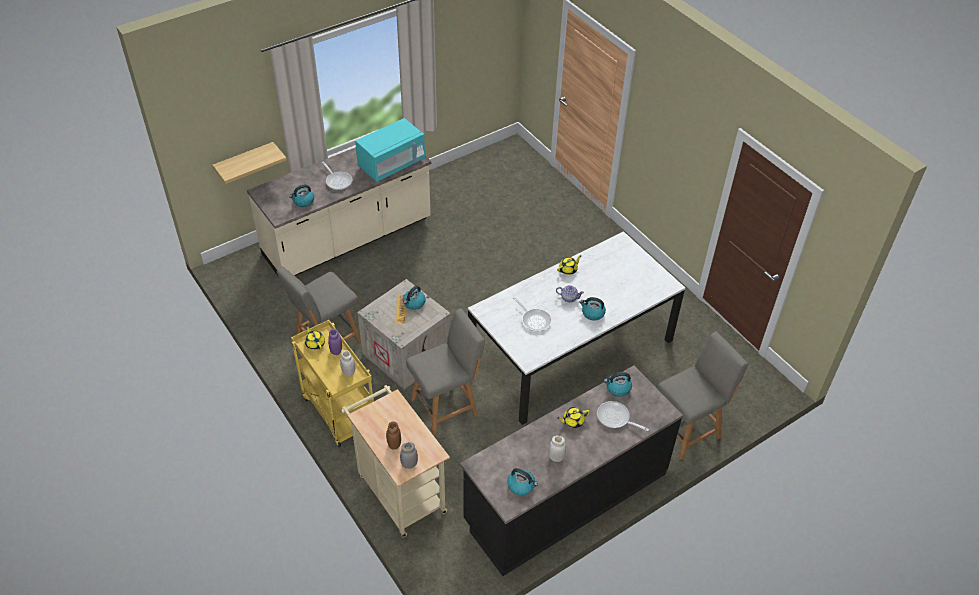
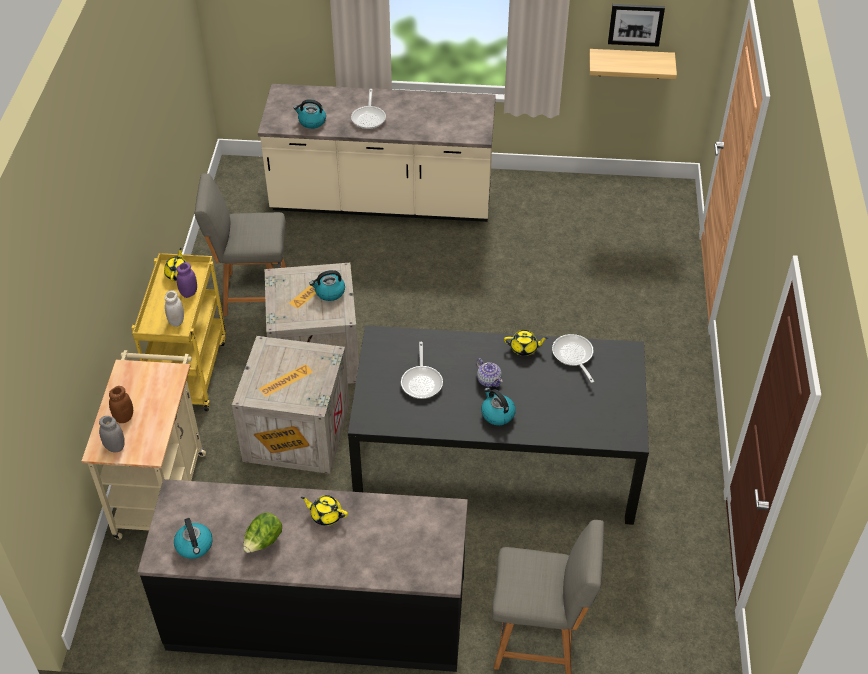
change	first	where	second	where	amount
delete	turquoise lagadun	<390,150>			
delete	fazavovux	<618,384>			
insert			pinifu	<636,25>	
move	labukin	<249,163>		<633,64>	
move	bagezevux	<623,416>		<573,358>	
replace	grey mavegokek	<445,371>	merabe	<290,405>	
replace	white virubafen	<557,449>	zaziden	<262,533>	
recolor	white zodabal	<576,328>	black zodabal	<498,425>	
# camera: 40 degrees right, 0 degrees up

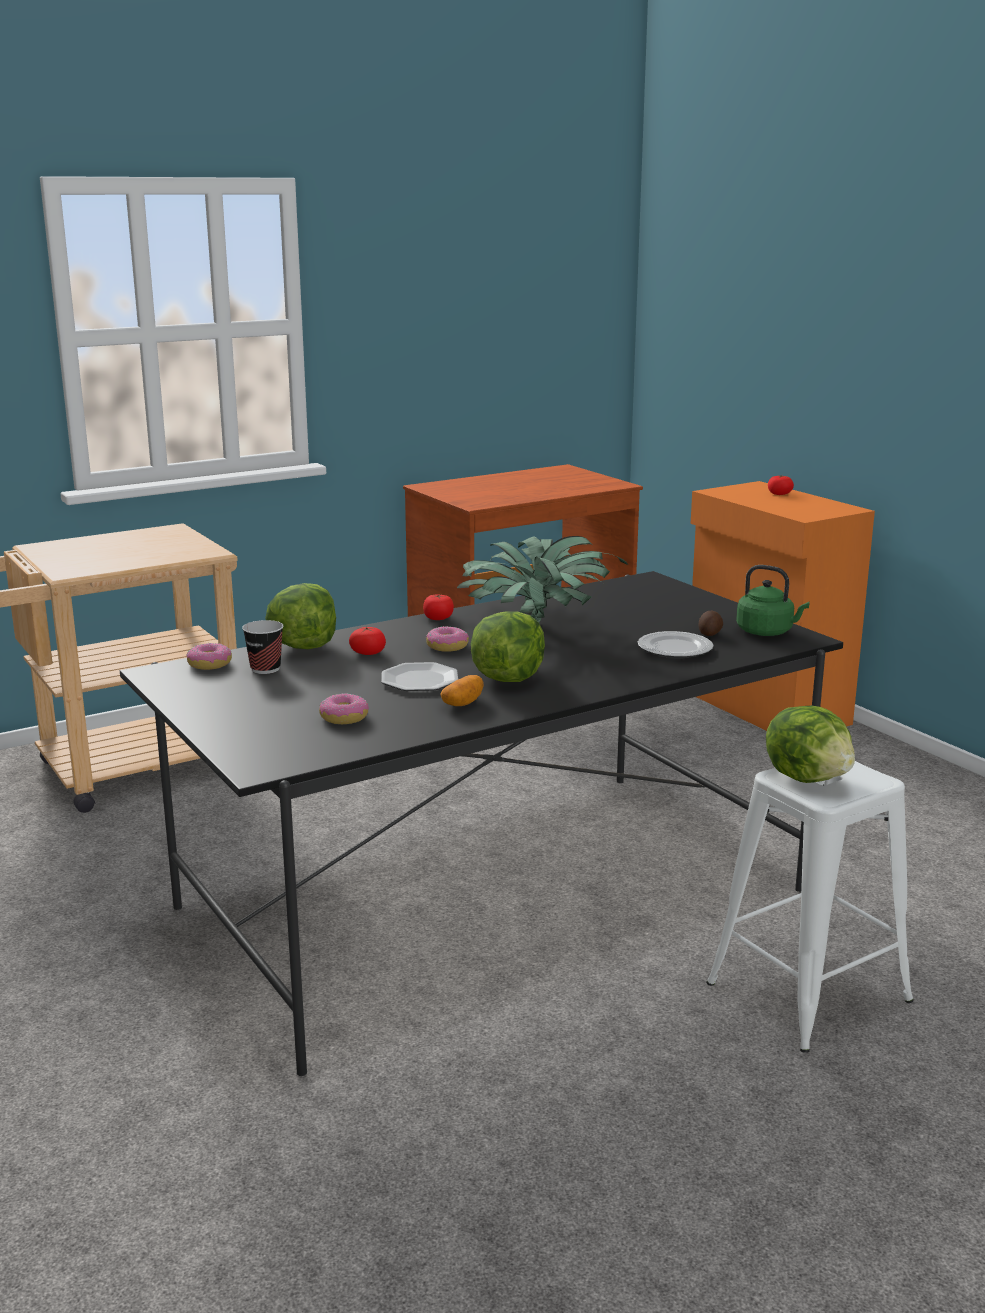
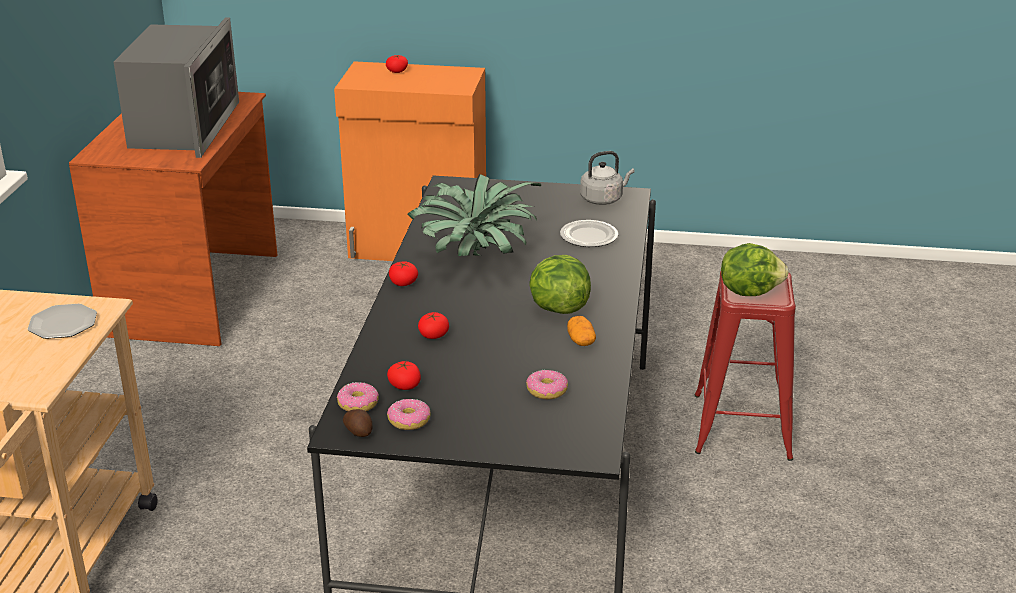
change	first	where	second	where	amount
delete	zaziden	<300,616>			
insert			lagadun	<176,87>	
move	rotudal	<419,676>		<62,321>	
move	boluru	<447,639>		<409,414>	
move	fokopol	<711,623>		<357,423>	
replace	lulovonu	<263,647>	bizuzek	<404,375>	
recolor	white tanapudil	<810,907>	red tanapudil	<745,366>	
recolor	green fazavovux	<773,600>	grey fazavovux	<607,178>	
# camera: 50 degrees left, 10 degrees up

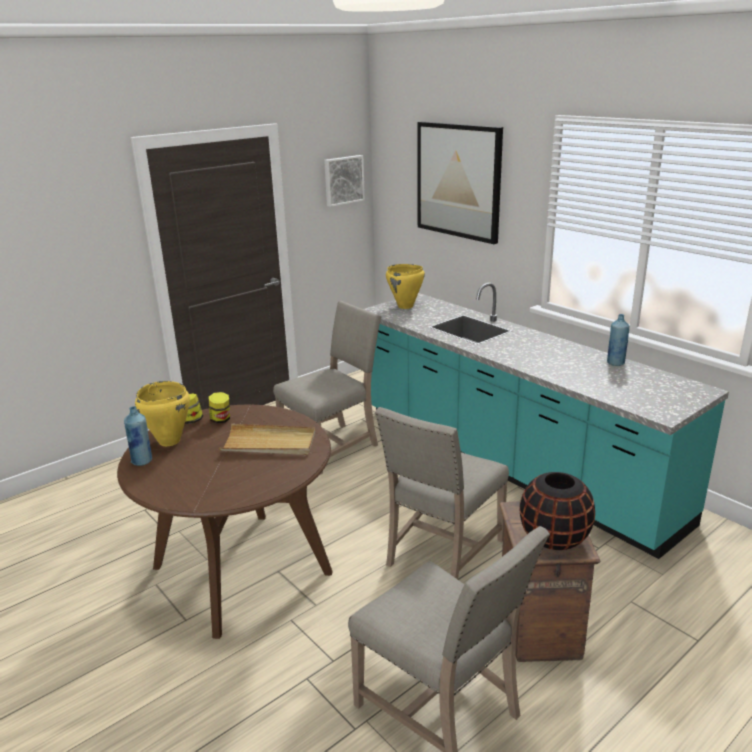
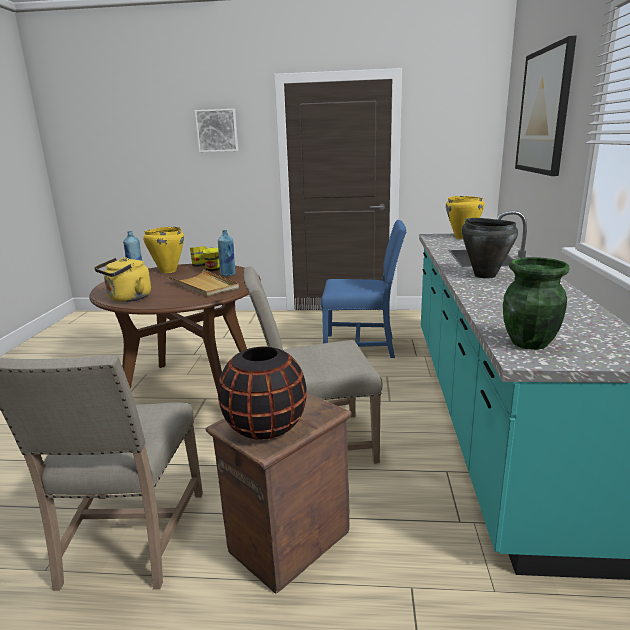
change	first	where	second	where	amount
insert			yellow fazavovux	<122,279>	
insert			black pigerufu	<490,248>	
insert			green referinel	<536,303>	
move	pinifu	<344,181>		<216,130>	
move	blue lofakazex	<618,340>		<226,253>	
recolor	beige mavegokek	<327,387>	blue mavegokek	<363,289>	
# camera: 45 degrees right, 5 degrees down

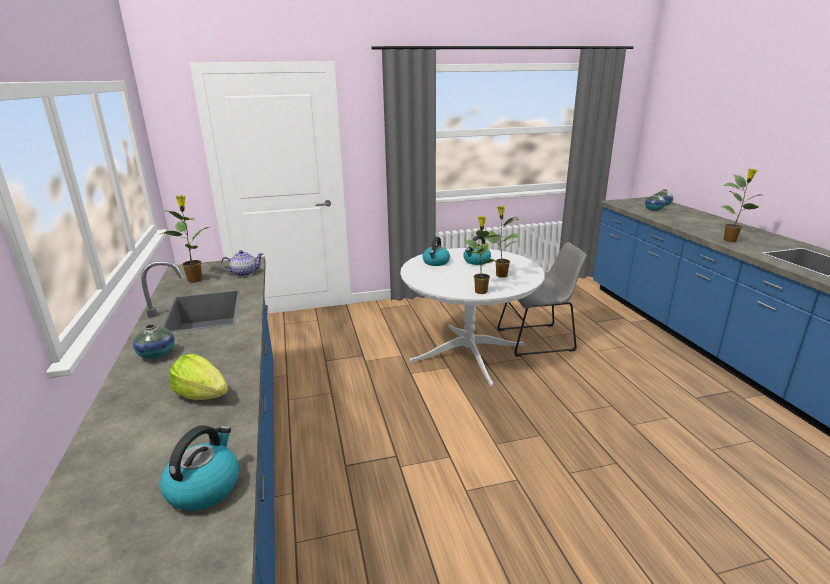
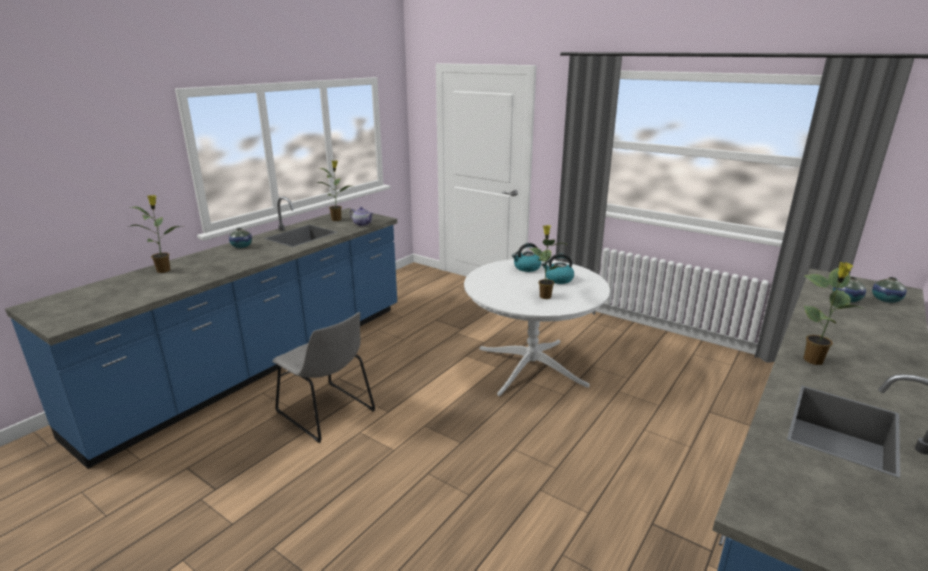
change	first	where	second	where	amount
delete	fazavovux	<199,468>			
delete	zaziden	<198,377>			
move	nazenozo	<484,255>		<157,234>	
move	grey mavegokek	<542,299>		<323,377>	
# camera: 50 degrees right, 0 degrees up

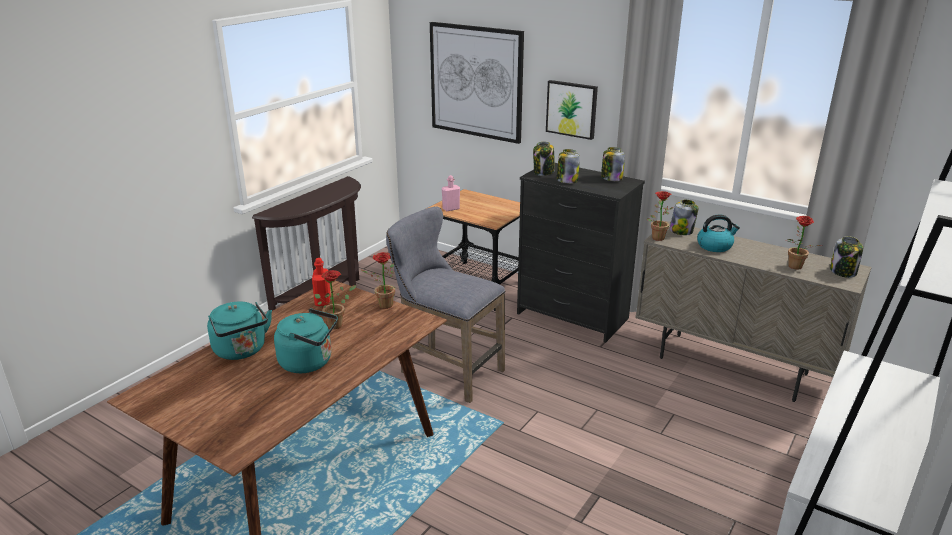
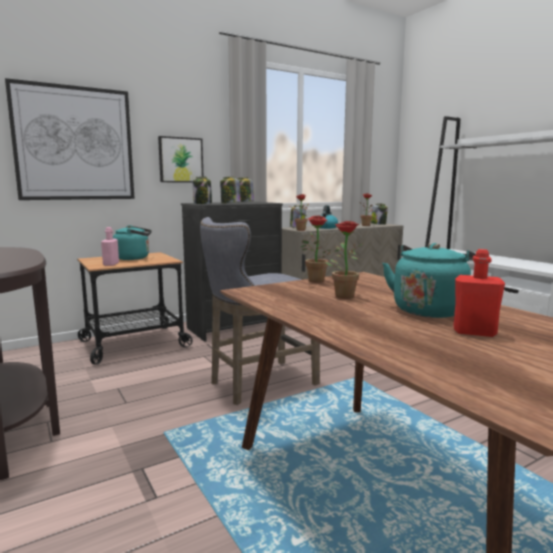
change	first	where	second	where	amount
move	turquoise fazavovux	<239,331>		<132,242>	
move	red lofakazex	<321,282>		<479,293>	
# camera: 65 degrees left, 15 degrees down

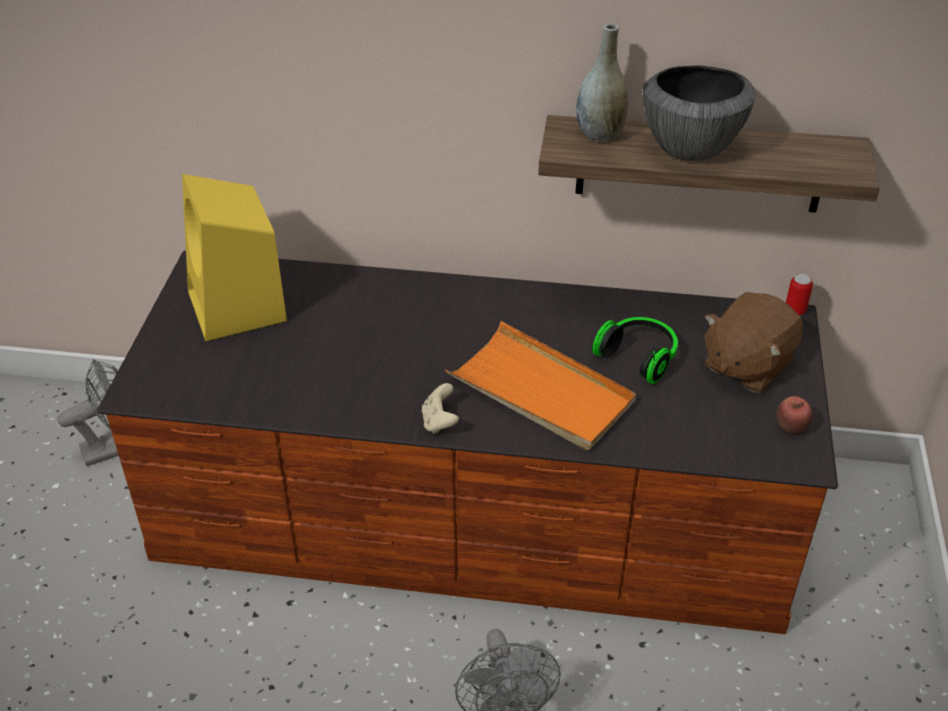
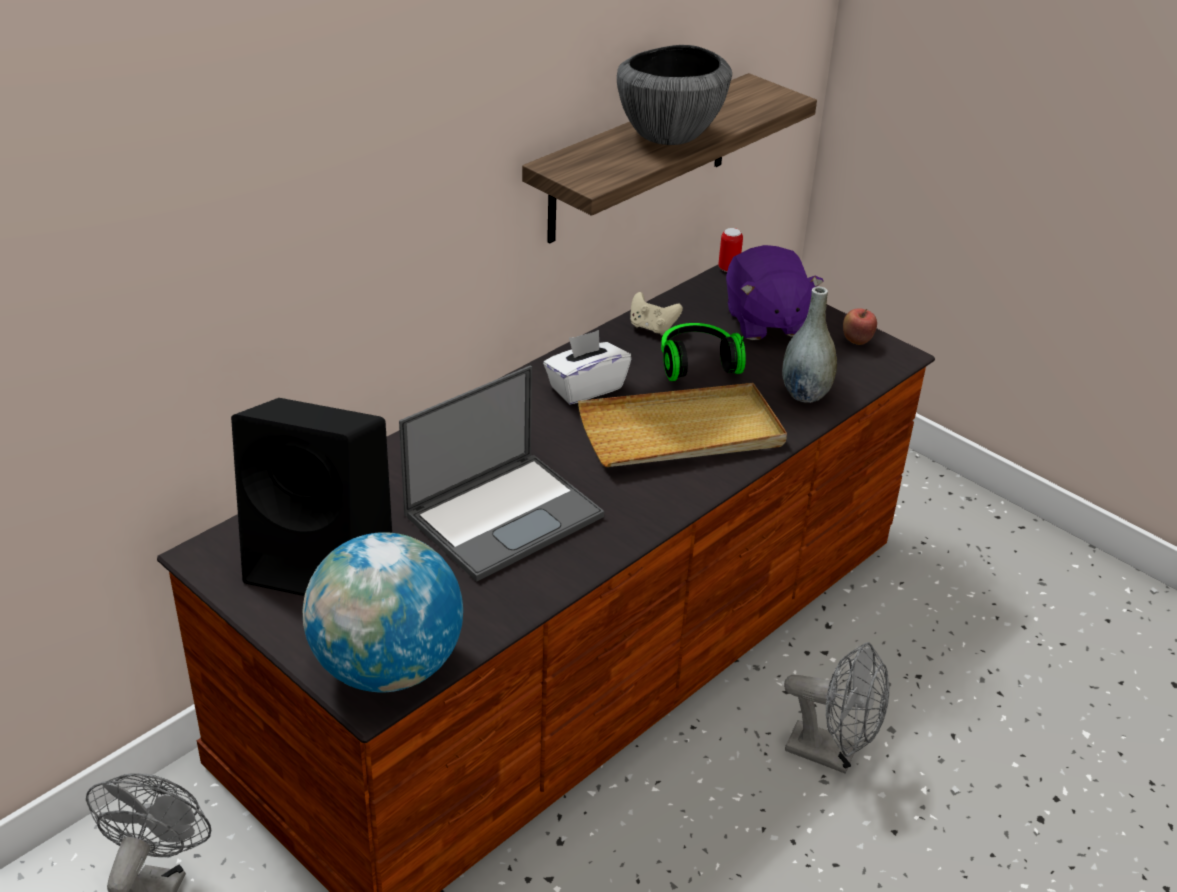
change	first	where	second	where	amount
insert			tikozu	<383,612>	
insert			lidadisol	<501,473>	
insert			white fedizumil	<587,367>	
move	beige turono	<440,408>		<656,314>	
move	grey referinel	<602,82>		<809,344>	
recolor	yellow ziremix	<234,257>	black ziremix	<311,497>	
recolor	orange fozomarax	<540,385>	beige fozomarax	<682,425>	
recolor	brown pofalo	<754,342>	purple pofalo	<775,292>	
# camera: 55 degrees left, 5 degrees down

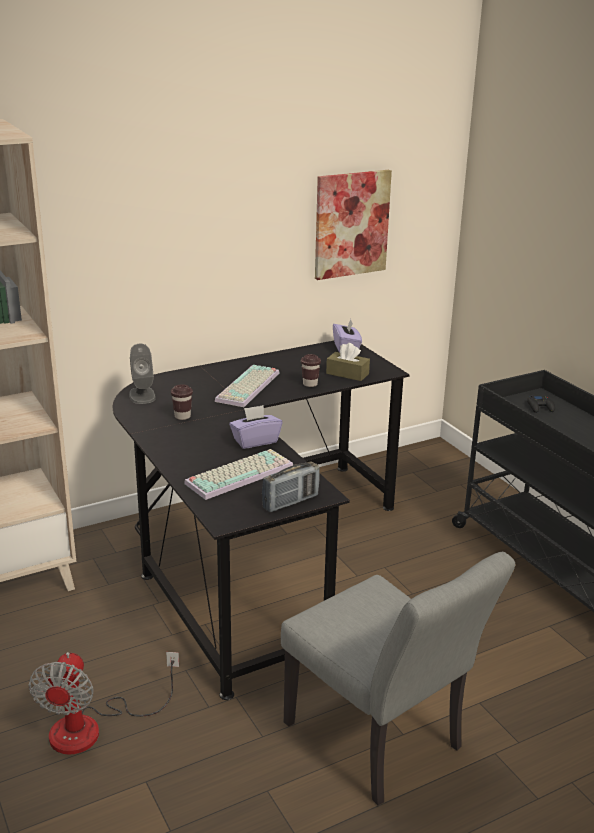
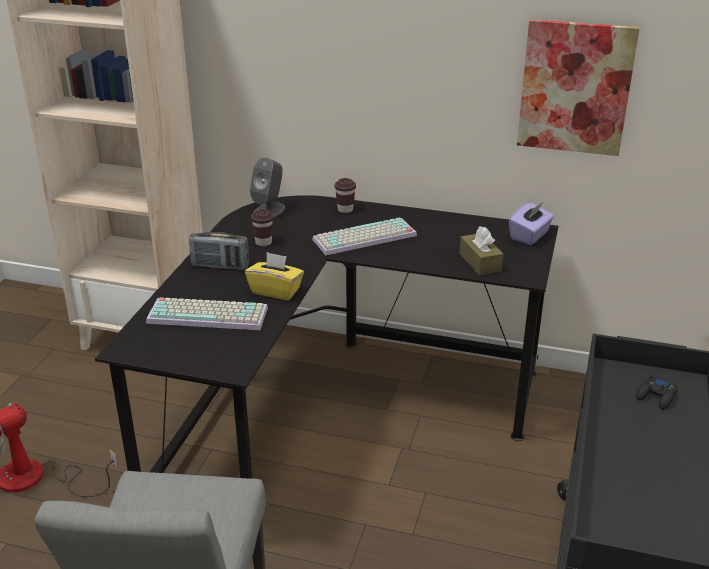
change	first	where	second	where	amount
move	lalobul	<290,487>		<219,251>	
move	brown lulovonu	<311,370>		<345,195>	
recolor	purple fedizumil	<255,427>	yellow fedizumil	<274,276>	
# camera: 45 degrees right, 5 degrees up

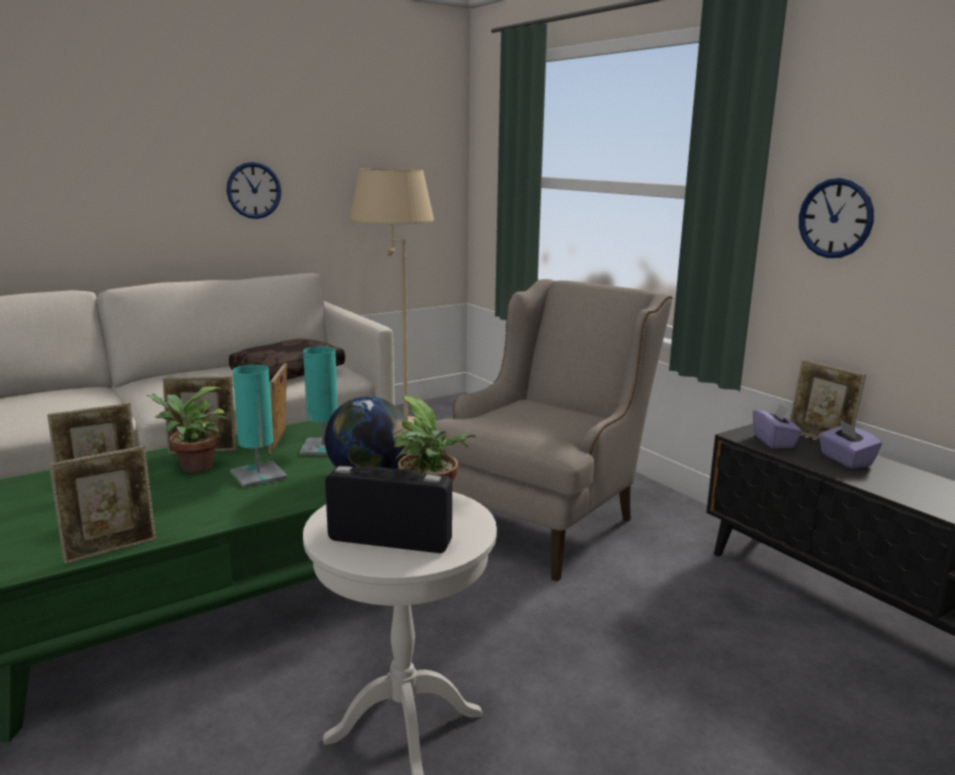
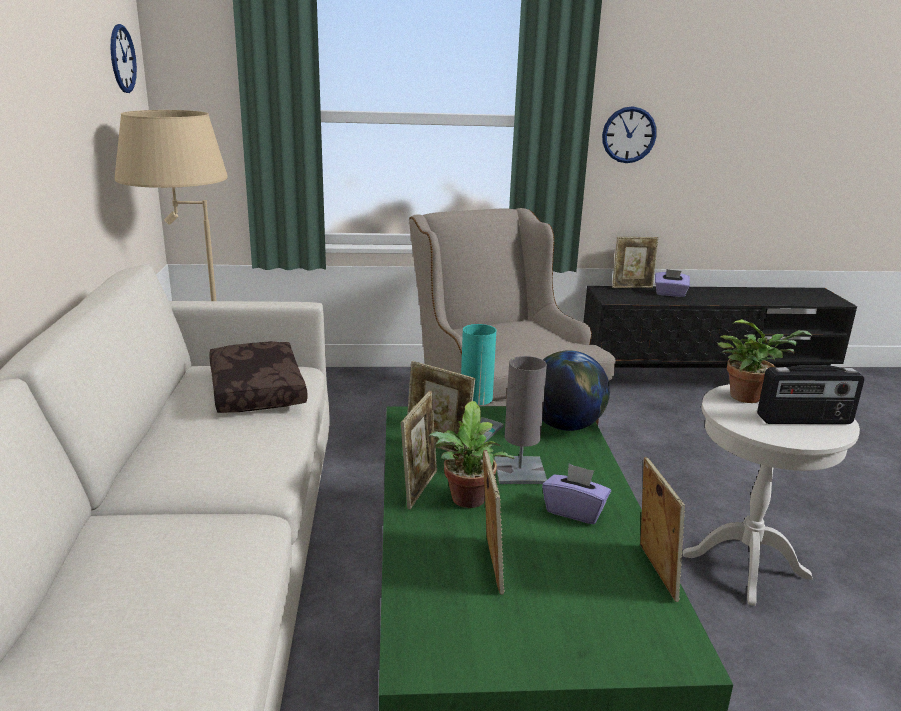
change	first	where	second	where	amount
move	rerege	<254,190>		<123,58>	
move	purple fedizumil	<777,425>		<576,494>	
recolor	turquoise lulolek	<259,426>	grey lulolek	<520,420>	
rotate	lalobul	<388,509>		<811,394>	135 degrees counterclockwise
# camera: 60 degrees left, 5 degrees up

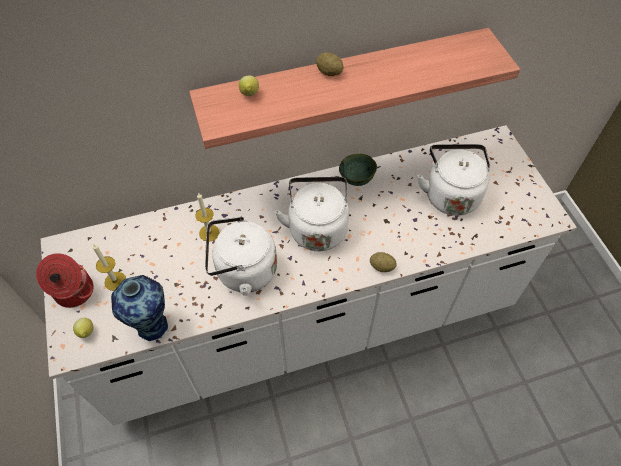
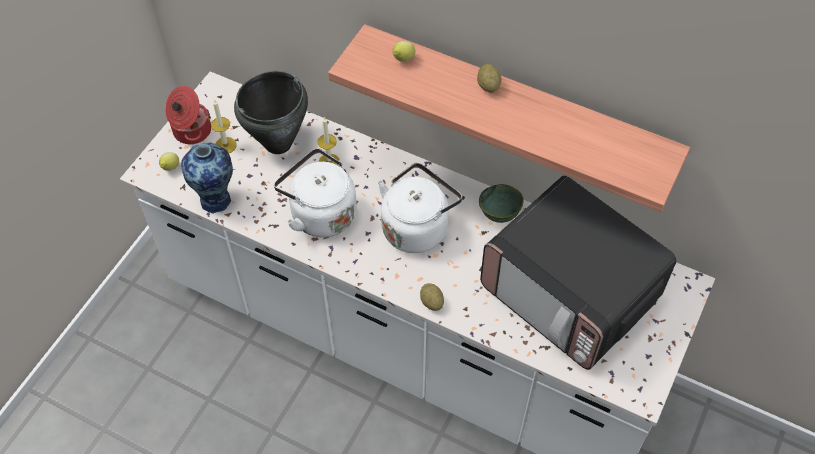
change	first	where	second	where	amount
insert			black pigerufu	<271,112>	
replace	white fazavovux	<454,180>	lagadun	<578,273>	
# camera: 45 degrees right, 0 degrees up

